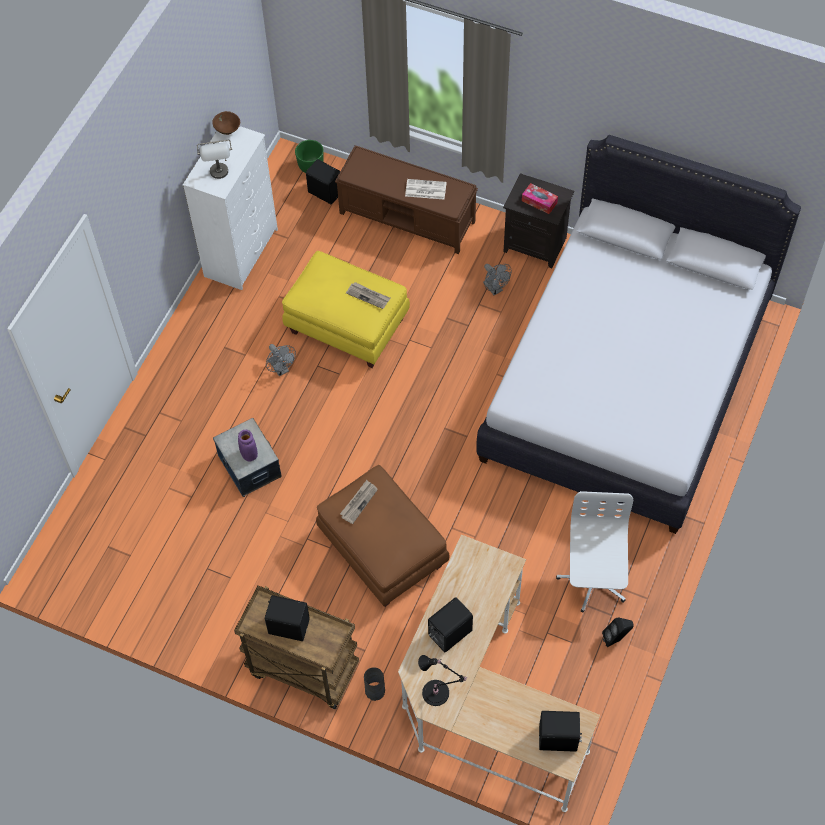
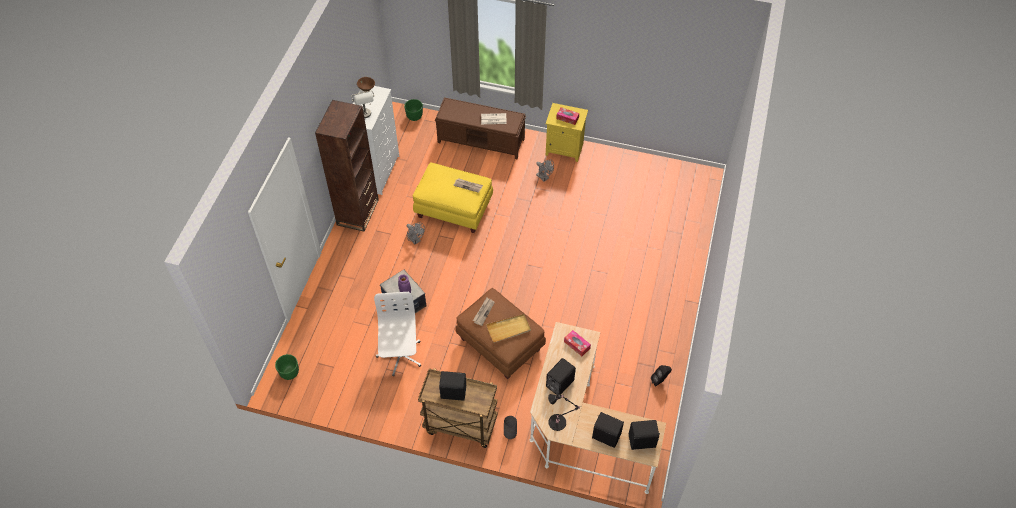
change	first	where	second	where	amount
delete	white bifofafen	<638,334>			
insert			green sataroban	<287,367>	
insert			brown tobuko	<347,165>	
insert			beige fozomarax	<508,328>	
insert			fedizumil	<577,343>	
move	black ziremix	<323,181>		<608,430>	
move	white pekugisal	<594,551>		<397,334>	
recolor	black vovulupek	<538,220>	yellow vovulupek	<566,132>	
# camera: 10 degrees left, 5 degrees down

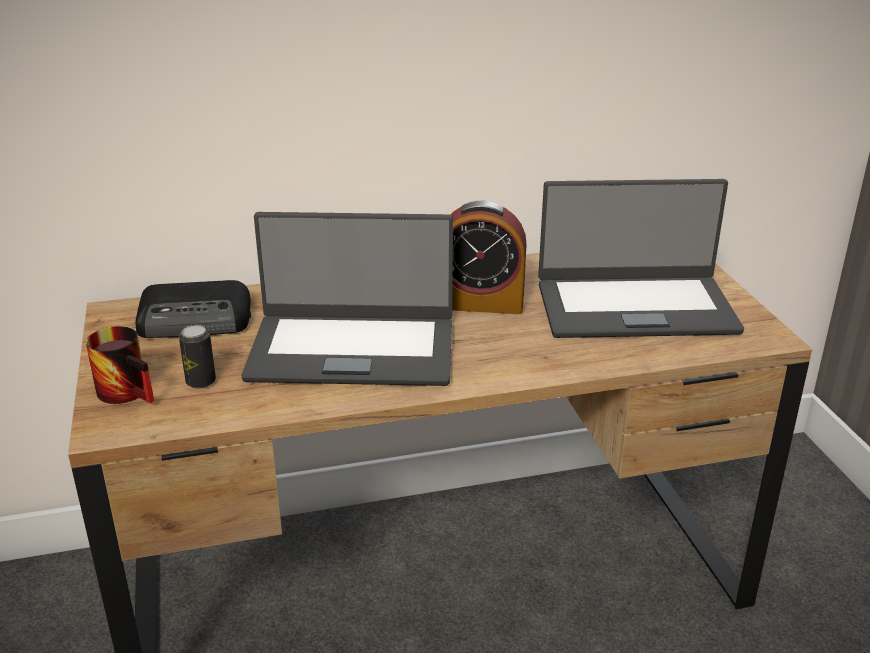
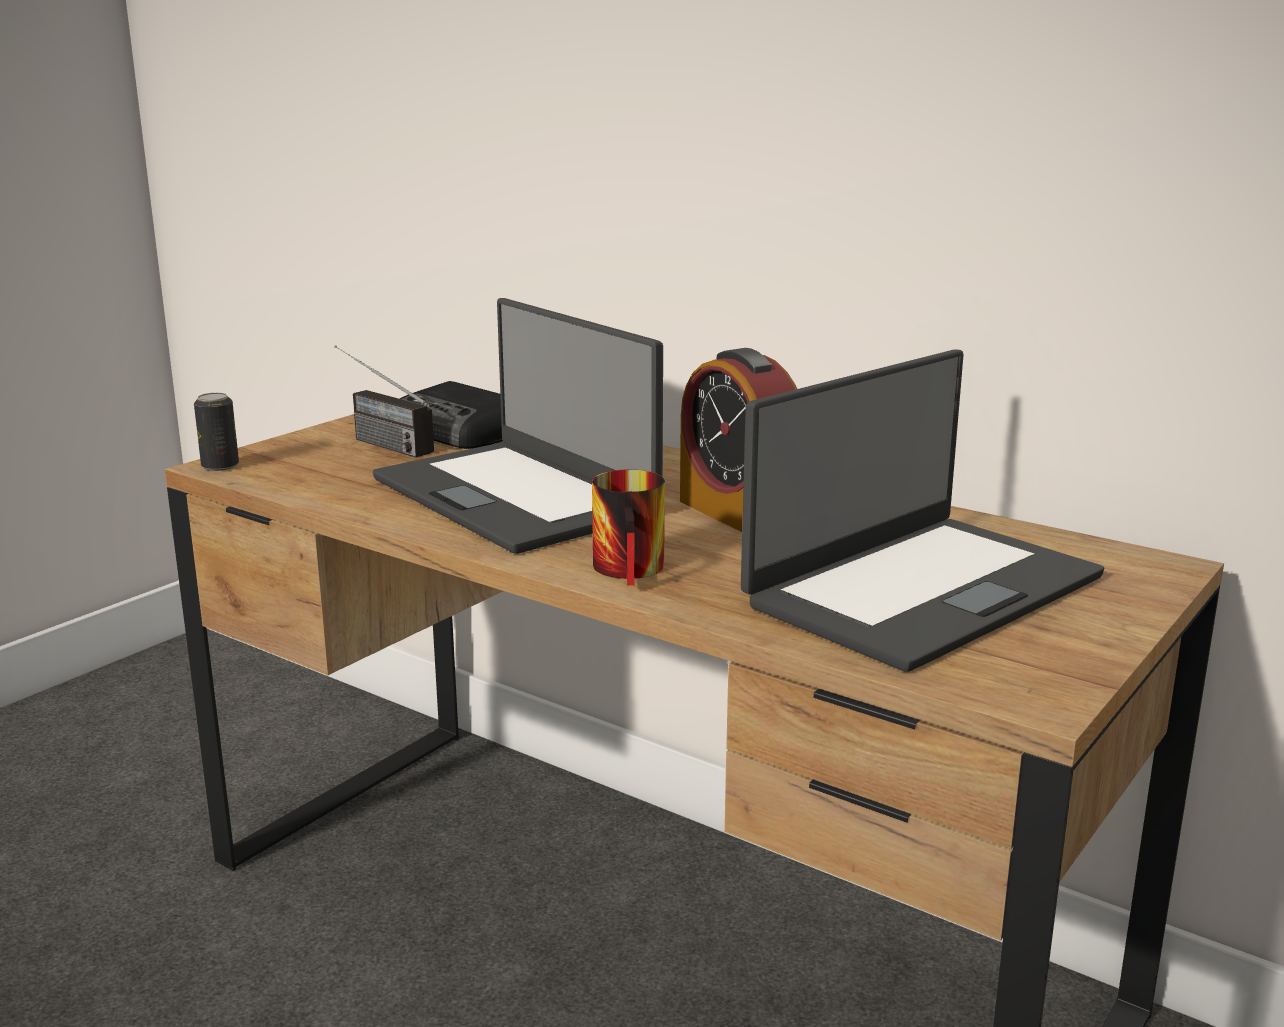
change	first	where	second	where	amount
insert			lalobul	<384,401>	
move	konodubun	<120,365>		<628,527>	
move	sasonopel	<197,356>		<216,432>	
rotate	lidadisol	<641,258>		<922,510>	90 degrees counterclockwise
# camera: 50 degrees right, 10 degrees down

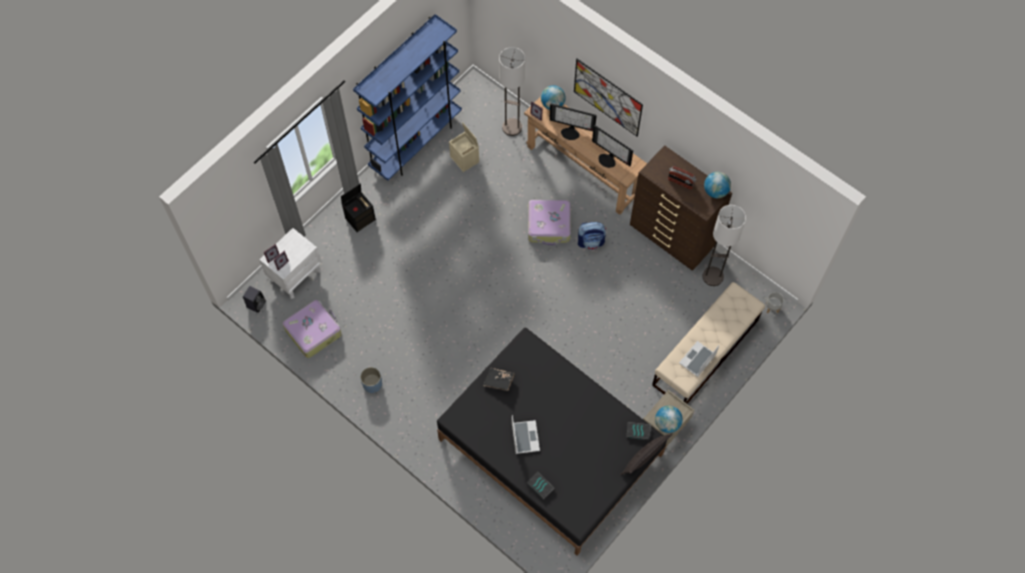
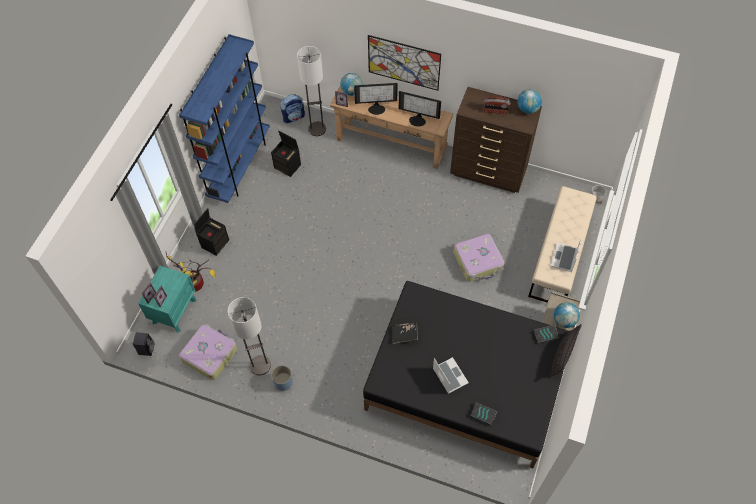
change	first	where	second	where	amount
insert			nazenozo	<191,272>	
move	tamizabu	<549,223>		<478,258>	
move	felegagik	<592,236>		<292,108>	
move	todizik	<724,245>		<249,336>	
recolor	white vovulupek	<290,263>	turquoise vovulupek	<167,299>	
recolor	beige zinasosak	<464,147>	black zinasosak	<286,153>	
# camera: 20 degrees left, 5 degrees down

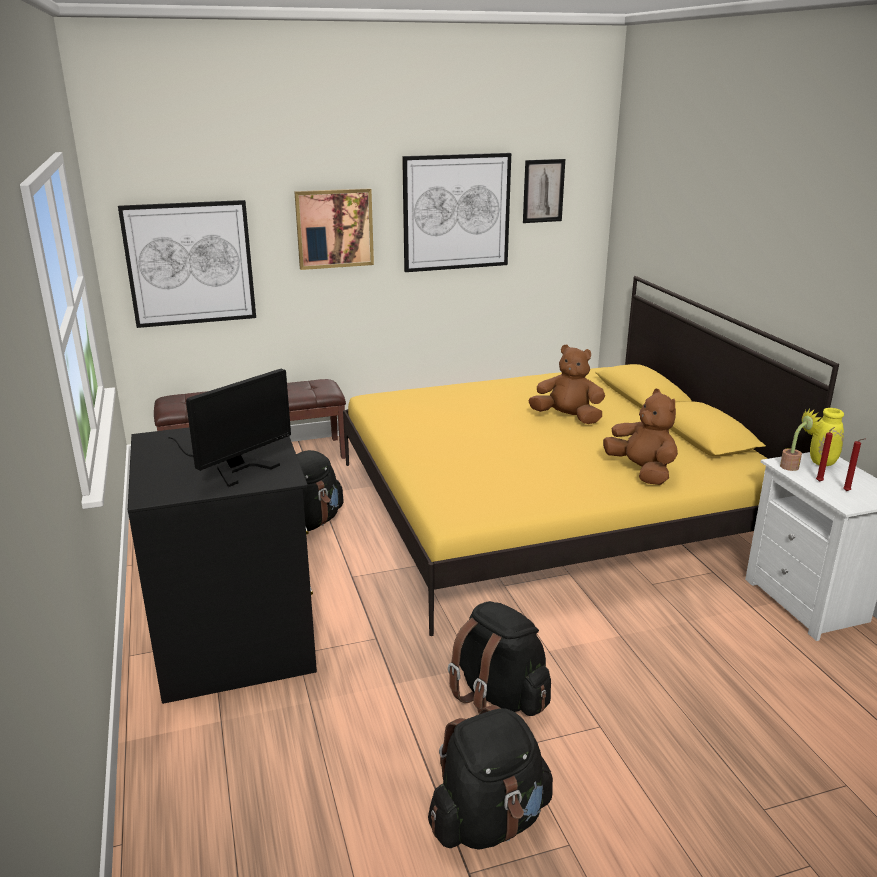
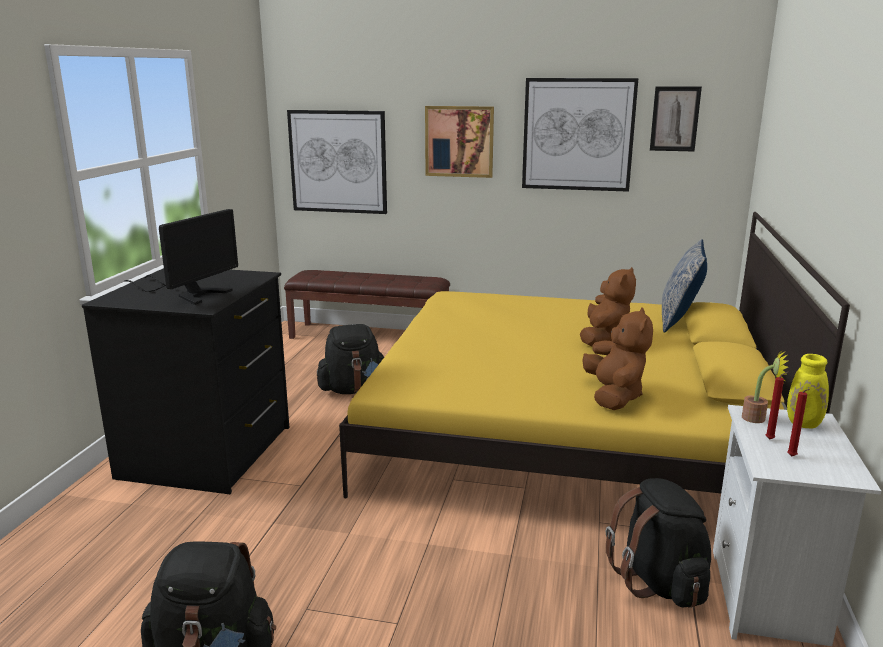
change	first	where	second	where	amount
insert			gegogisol	<684,286>	
move	black felegagik	<499,658>		<658,543>	
rotate	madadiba	<229,428>		<181,257>	45 degrees counterclockwise
rotate	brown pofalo	<566,384>		<608,306>	60 degrees clockwise
# camera: 30 degrees right, 5 degrees down

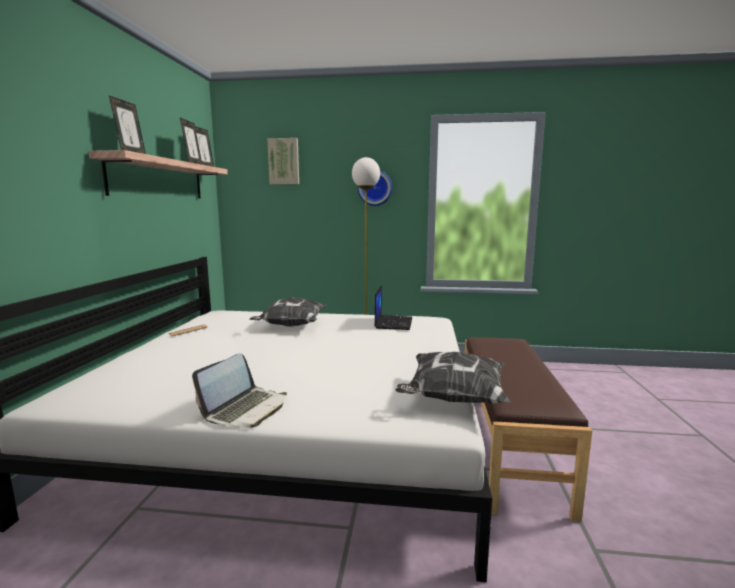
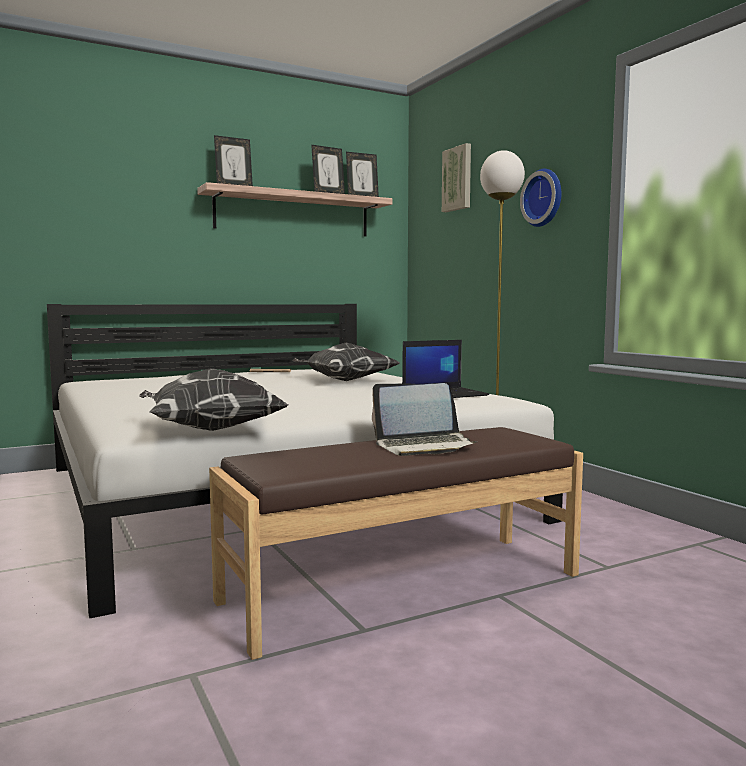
change	first	where	second	where	amount
move	lidadisol	<239,390>		<424,419>	
# camera: 55 degrees right, 5 degrees down

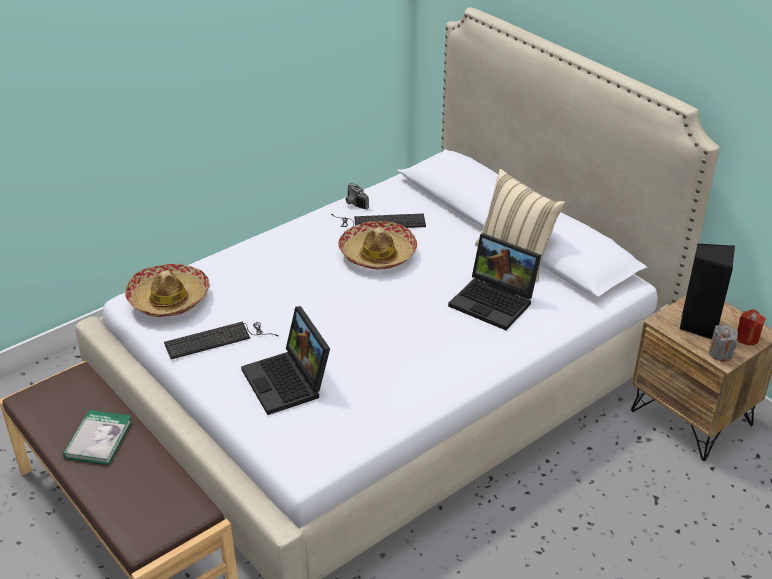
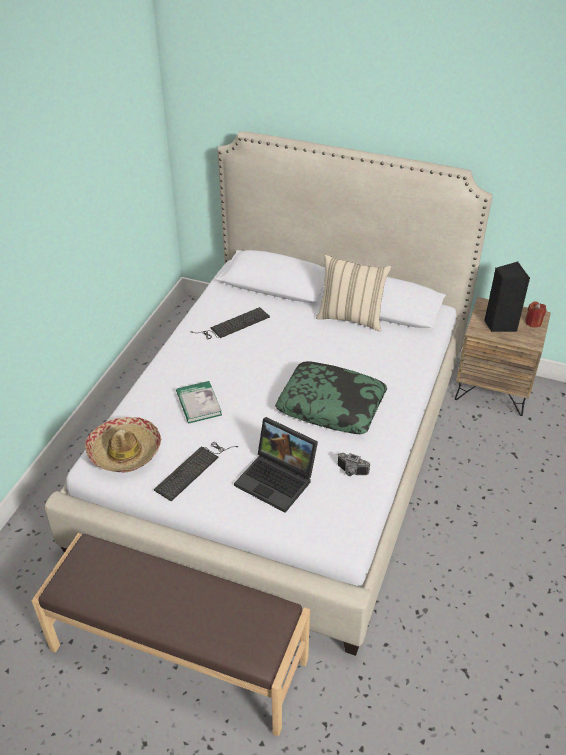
change	first	where	second	where	amount
delete	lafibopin	<377,245>			
delete	lidadisol	<494,281>			
delete	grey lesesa	<723,343>			
insert			gegogisol	<331,397>	
move	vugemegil	<97,437>		<199,402>	
move	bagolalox	<357,196>		<354,464>	
# camera: 30 degrees left, 5 degrees up

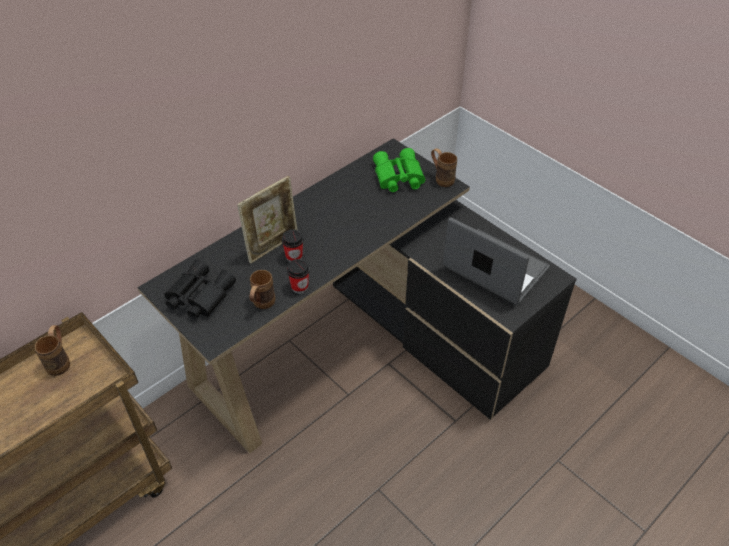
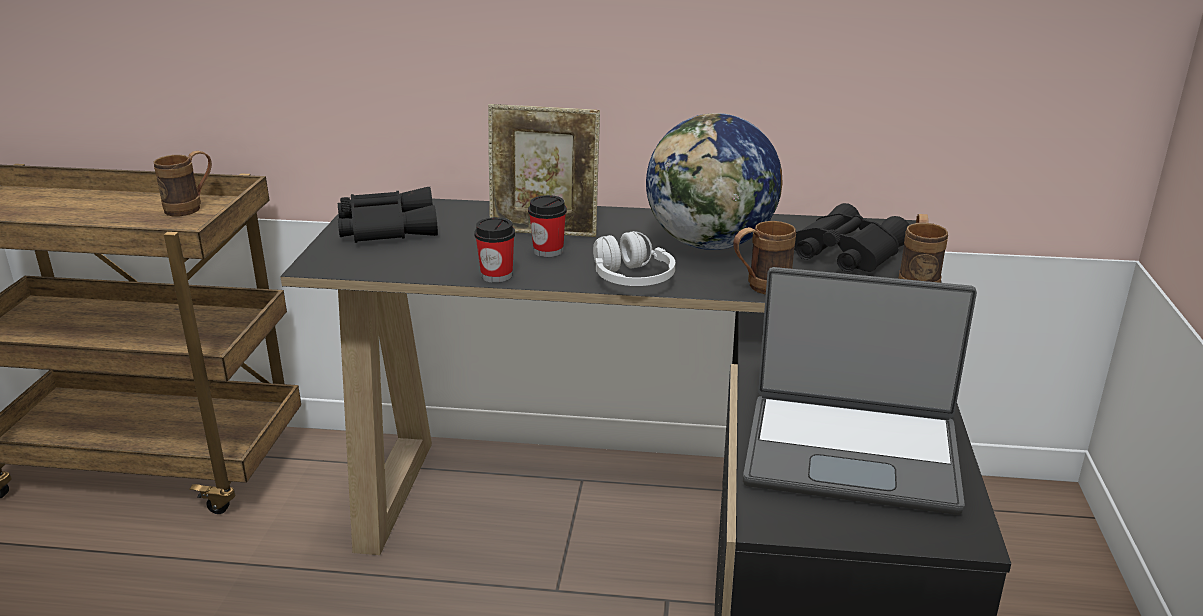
change	first	where	second	where	amount
insert			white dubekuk	<634,258>	
insert			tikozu	<714,181>	
move	brown konodubun	<262,289>		<764,258>	
recolor	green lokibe	<399,170>	black lokibe	<851,237>	
rotate	lidadisol	<496,261>		<860,391>	105 degrees clockwise
# camera: 50 degrees right, 20 degrees down

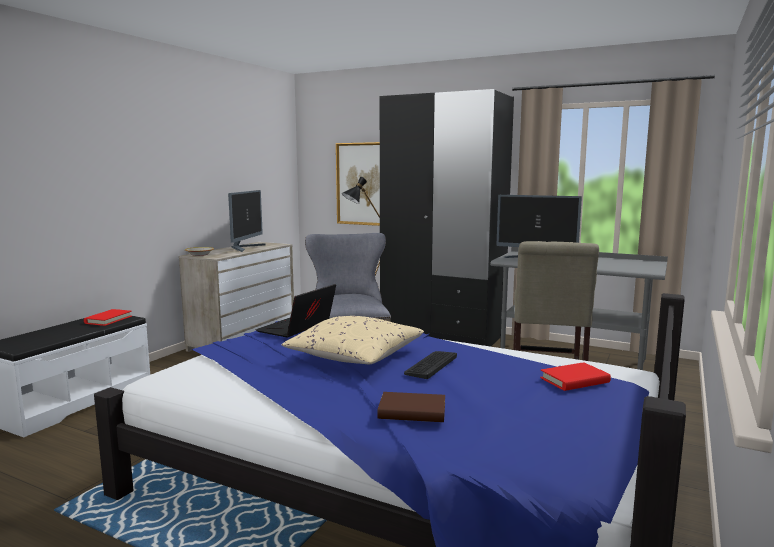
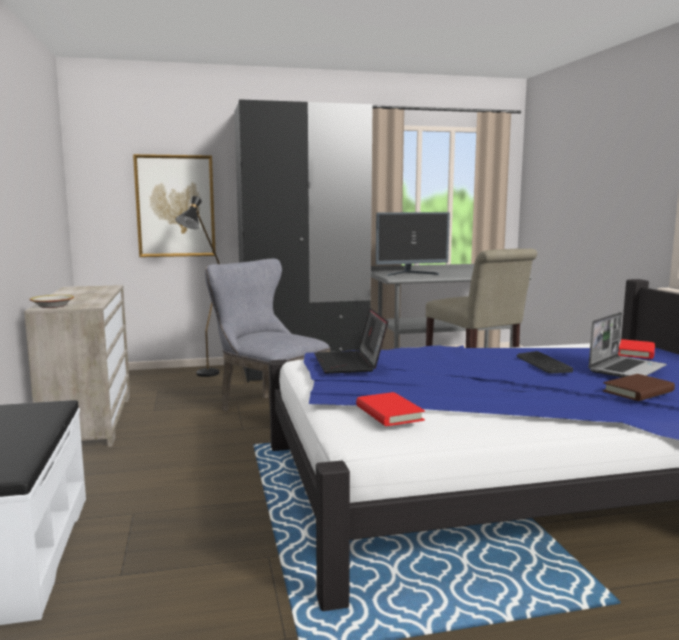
change	first	where	second	where	amount
delete	madadiba	<247,221>			
delete	beige gegogisol	<353,340>			
insert			lidadisol	<627,344>	
move	red vugemegil	<108,317>		<390,409>	
# camera: 40 degrees left, 0 degrees up

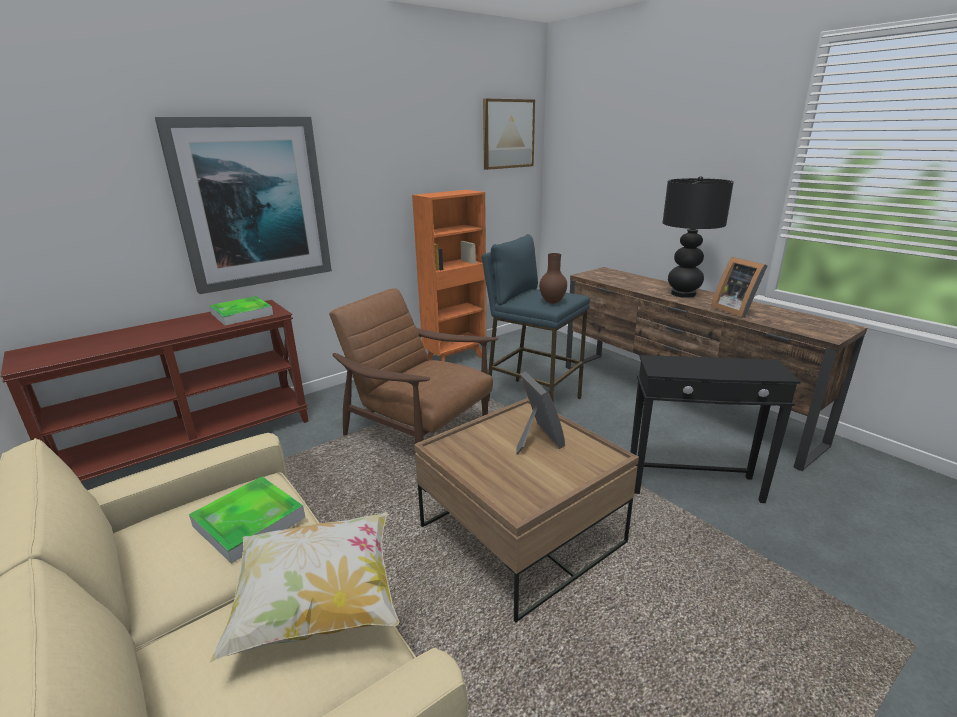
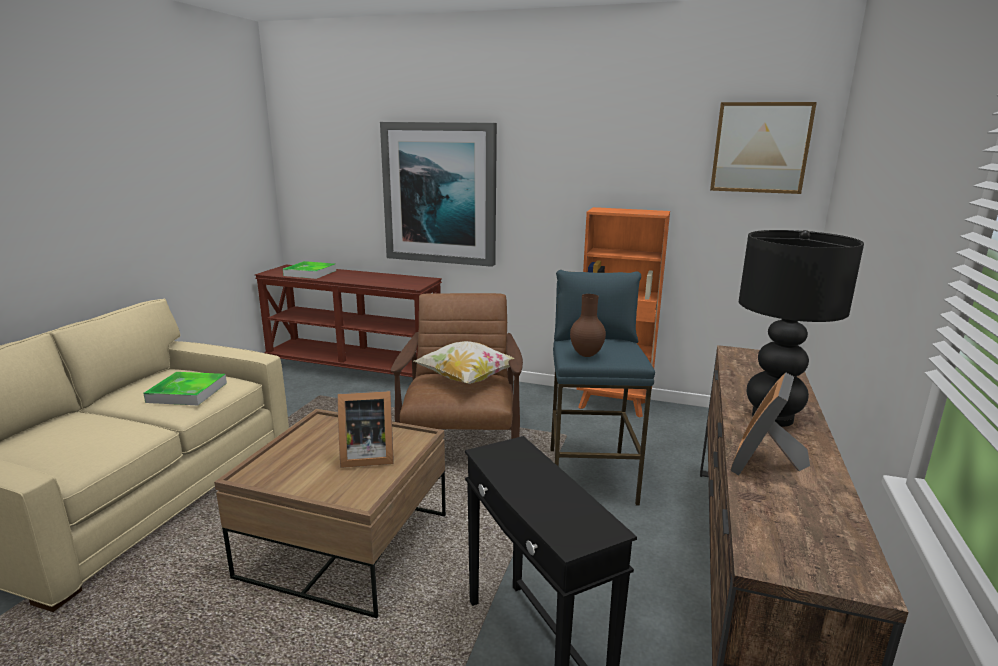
change	first	where	second	where	amount
move	fozomarax	<241,311>		<309,270>	
move	gegogisol	<304,587>		<464,362>	
rotate	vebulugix	<540,413>		<365,429>	45 degrees clockwise
# camera: 55 degrees right, 5 degrees down

